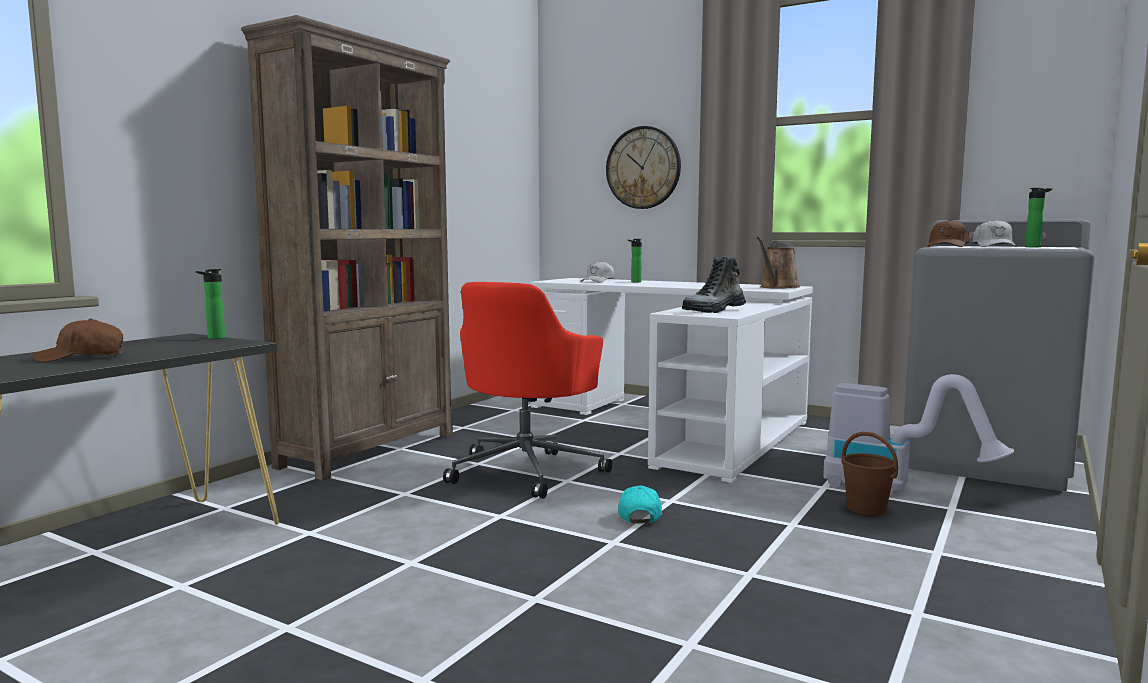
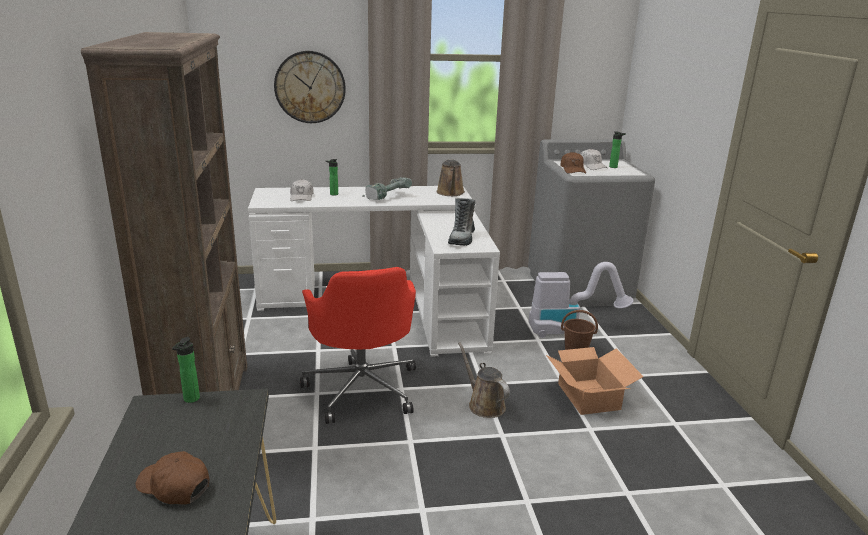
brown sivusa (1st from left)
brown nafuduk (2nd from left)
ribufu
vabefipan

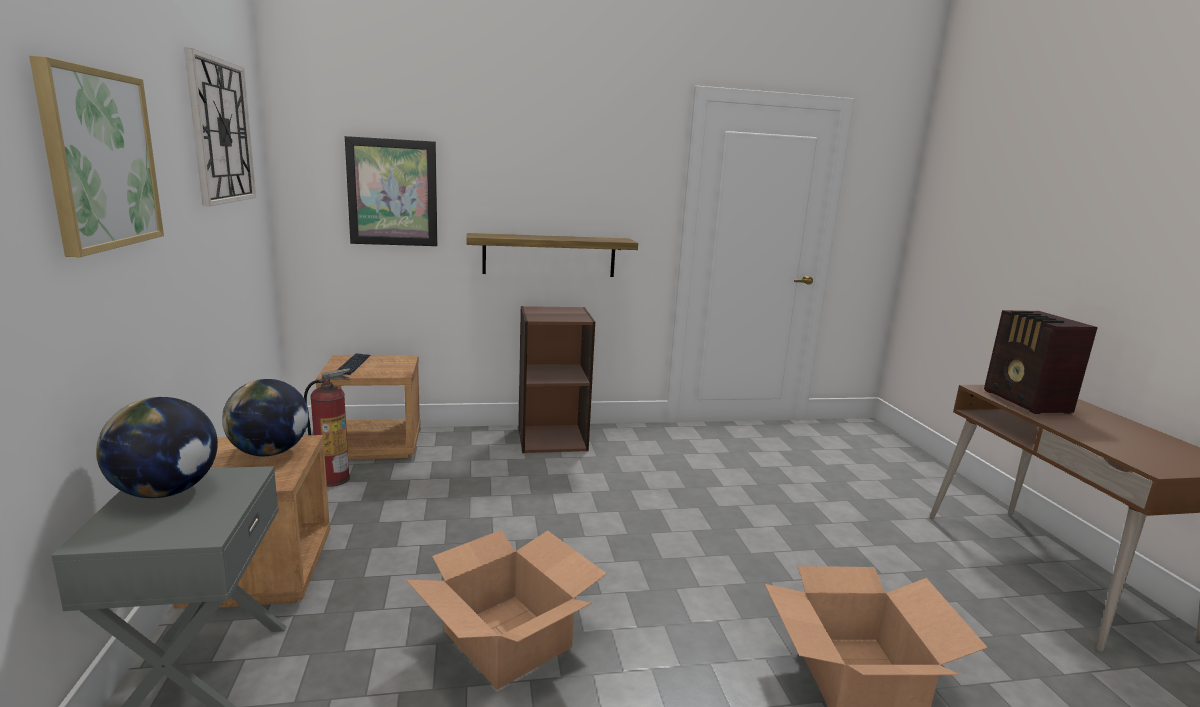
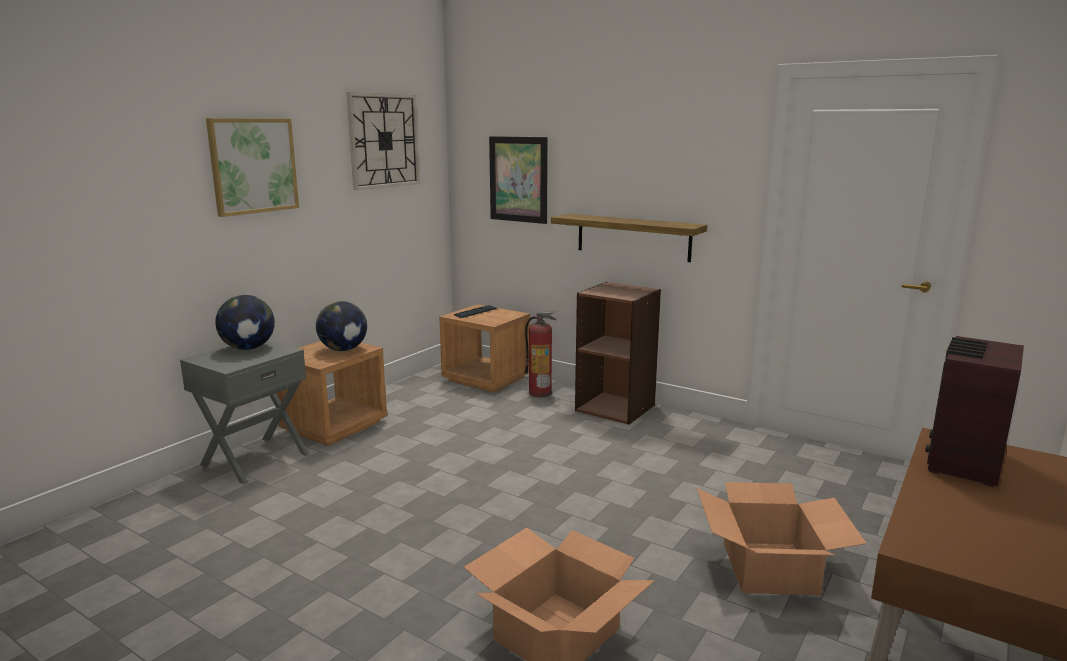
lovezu
vabefipan (2nd from left)

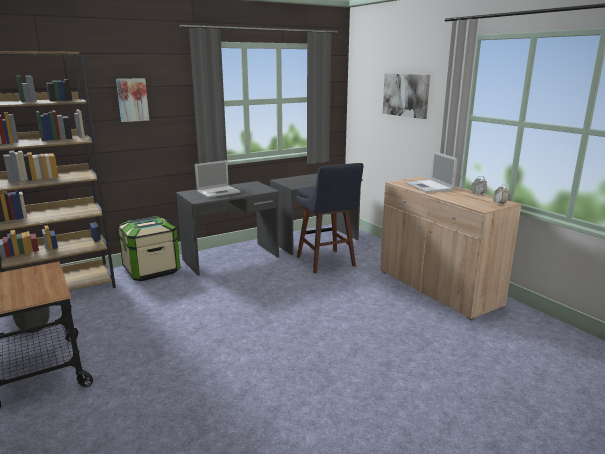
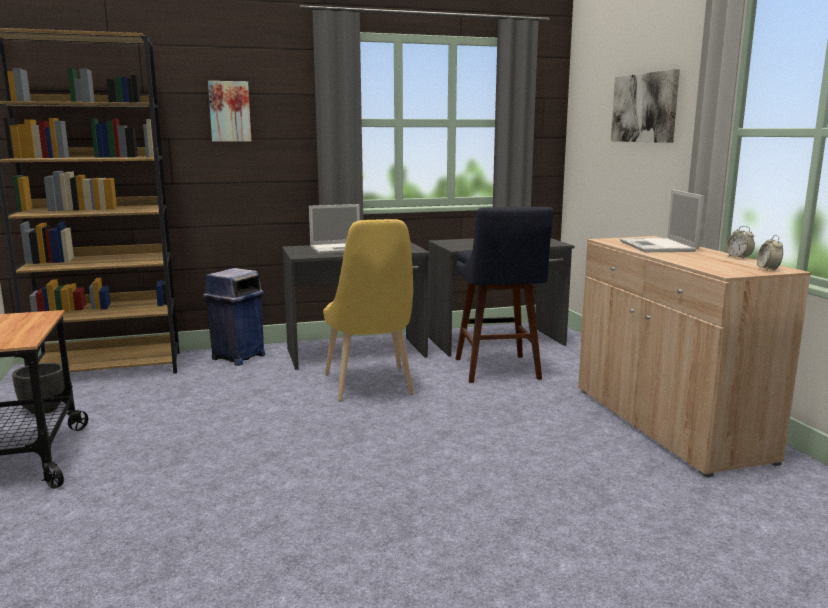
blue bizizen
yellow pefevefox

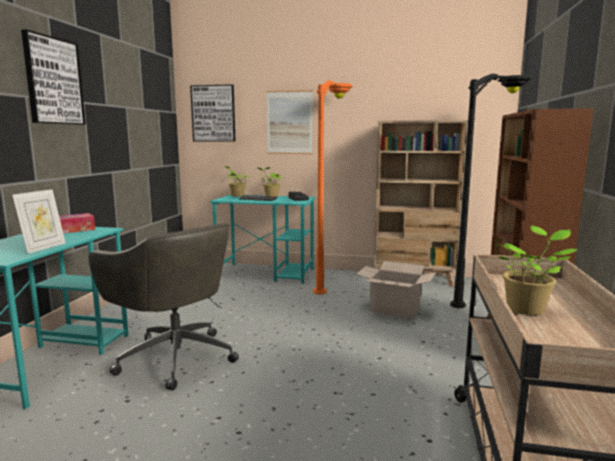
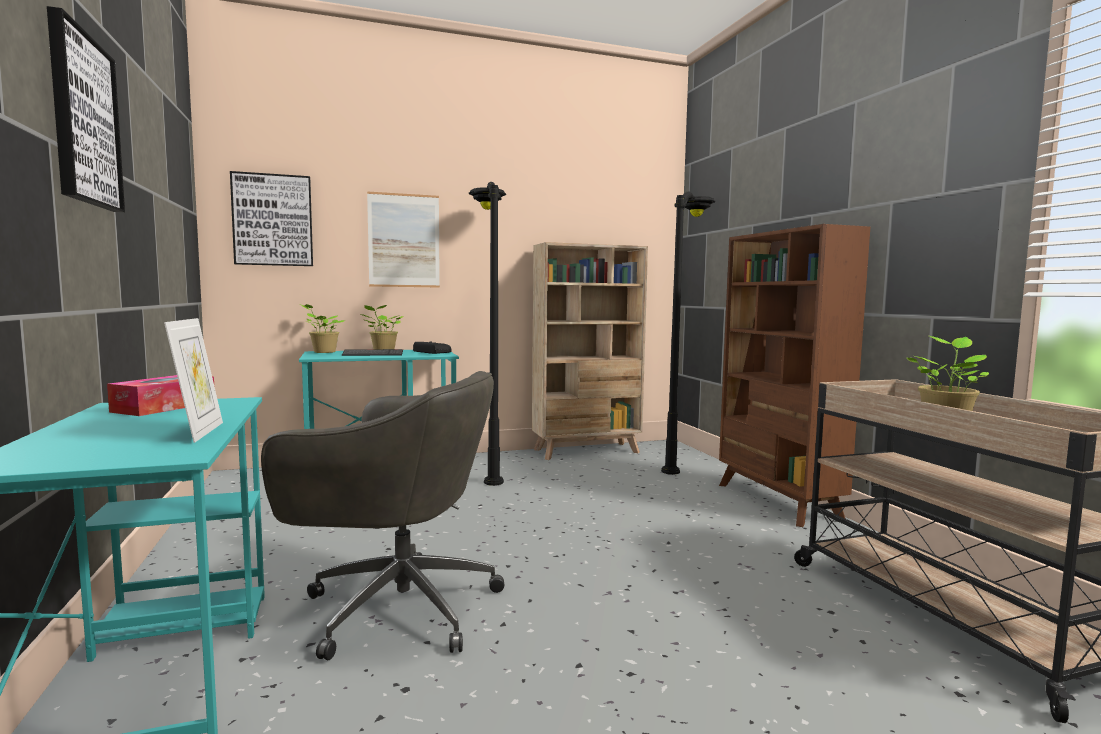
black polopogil (1st from left)
vabefipan

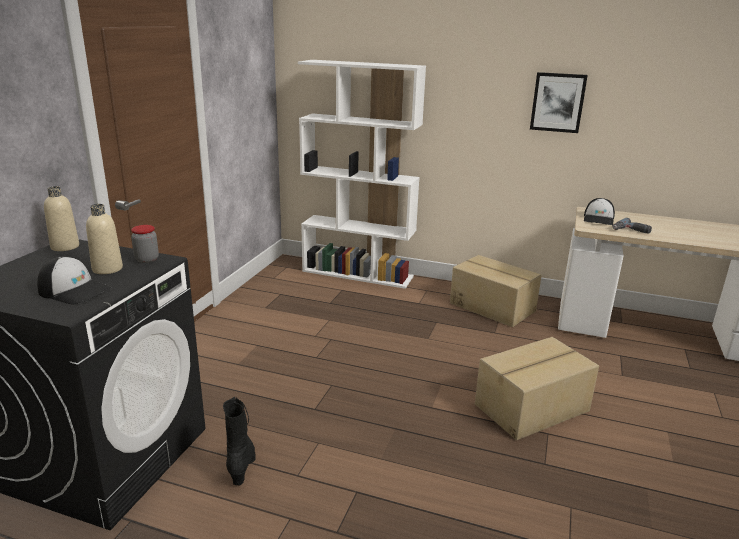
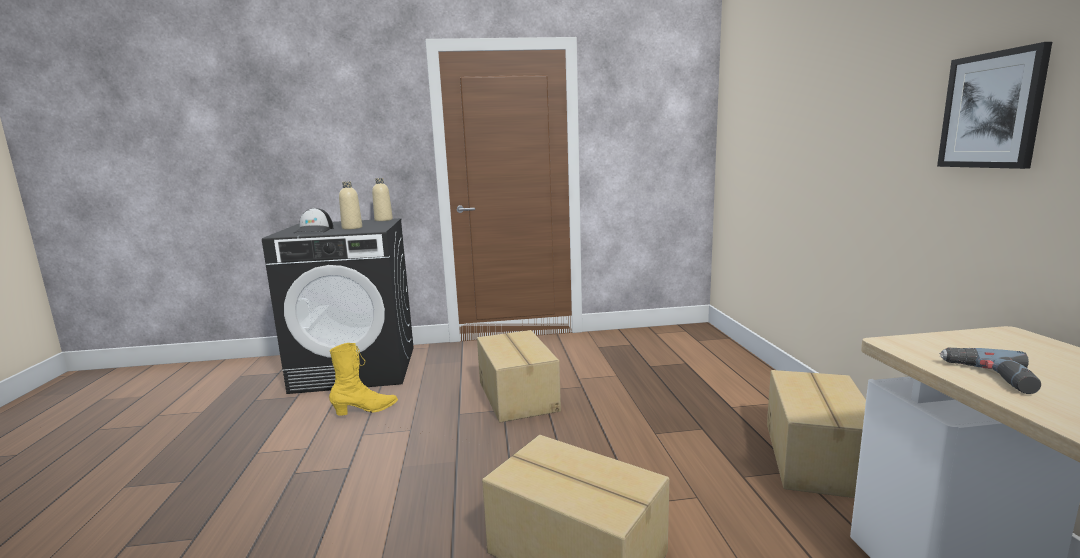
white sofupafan
sivusa (2nd from left in the first image)
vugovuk
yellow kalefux
vabefipan (1st from left)

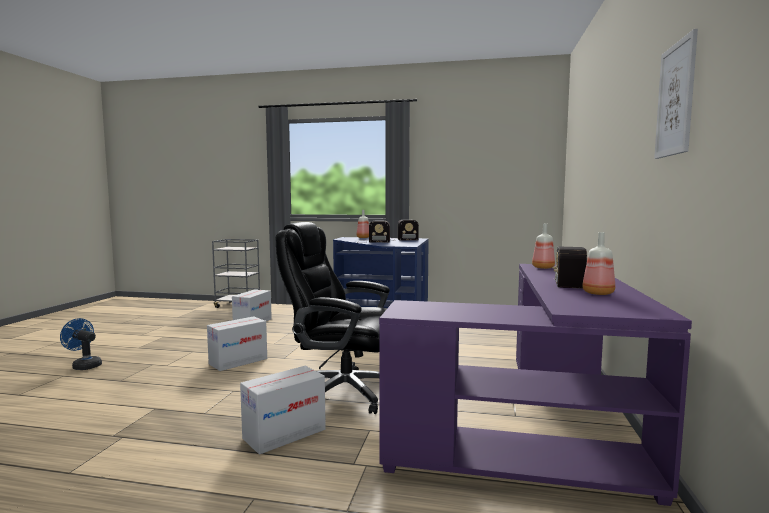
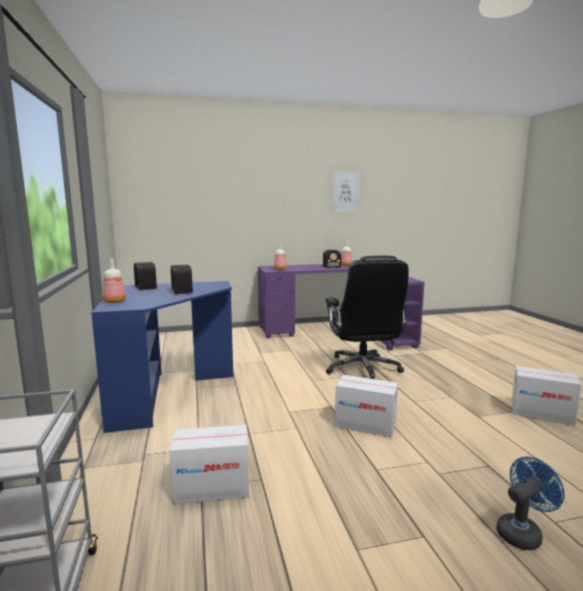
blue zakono
vabefipan (3rd from left)

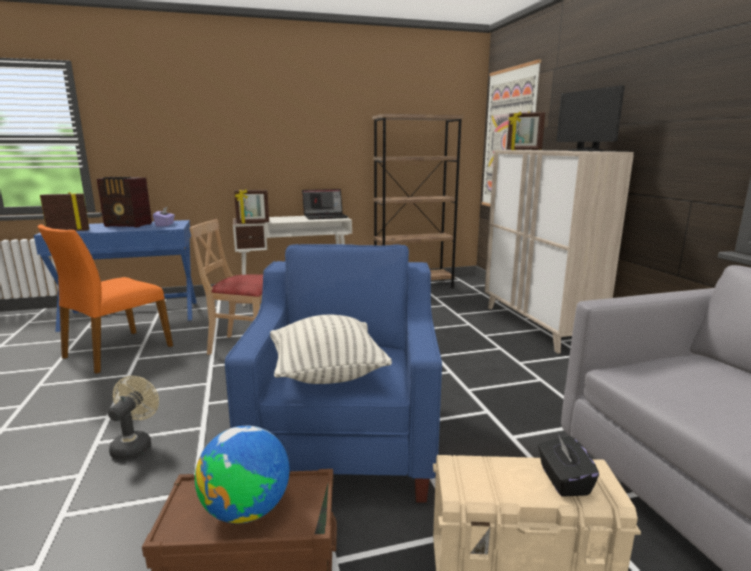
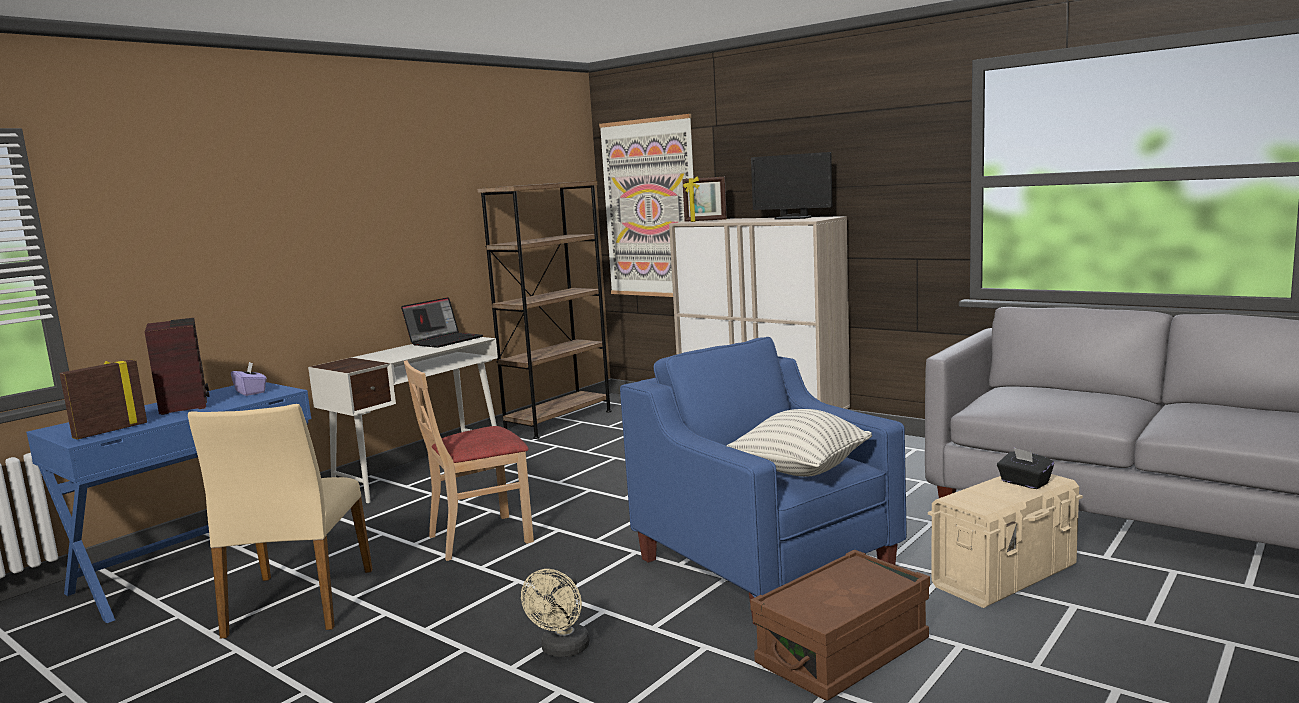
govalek
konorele (2nd from left in the first image)
beige pefevefox (1st from left)
beige zakono
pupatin

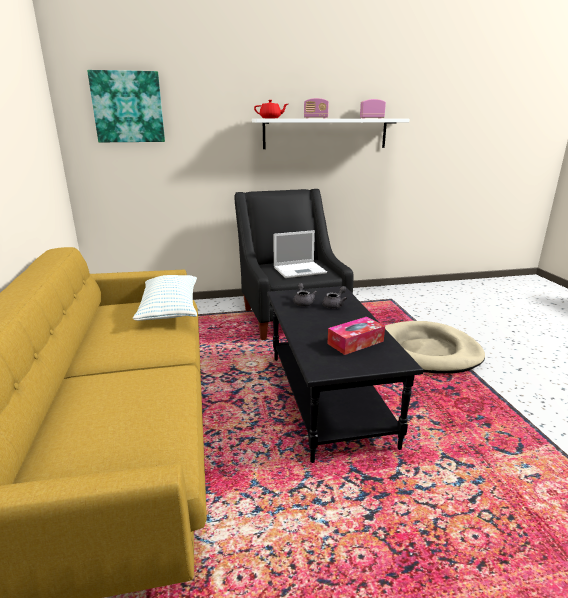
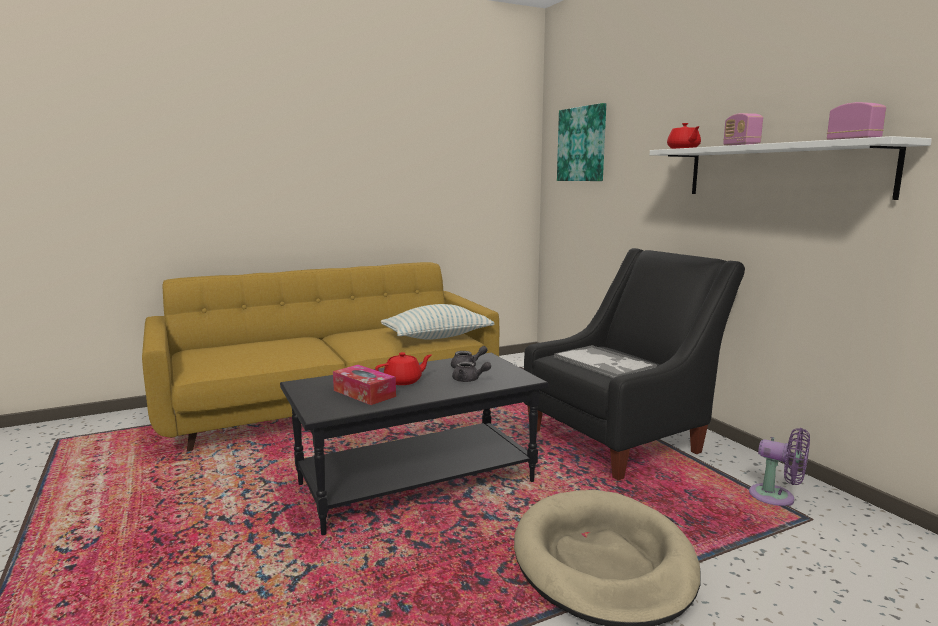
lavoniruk
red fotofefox (1st from left)
purple zakono

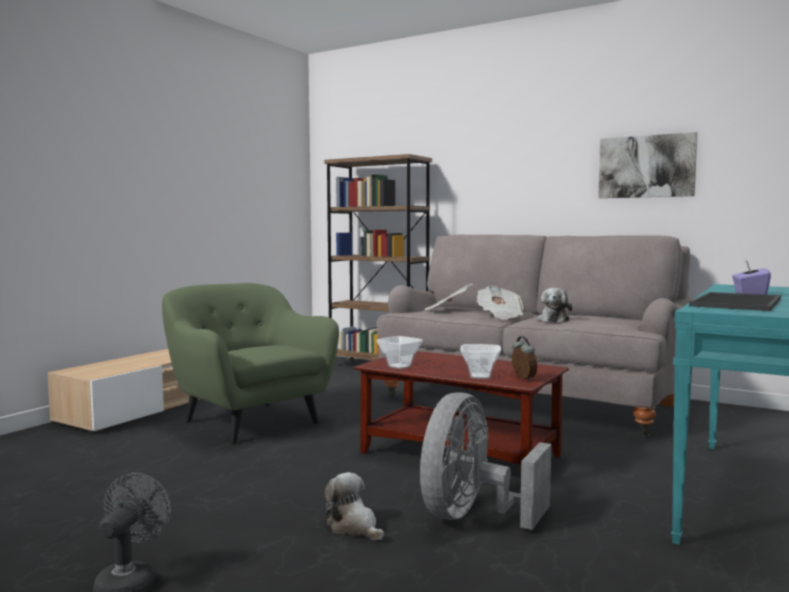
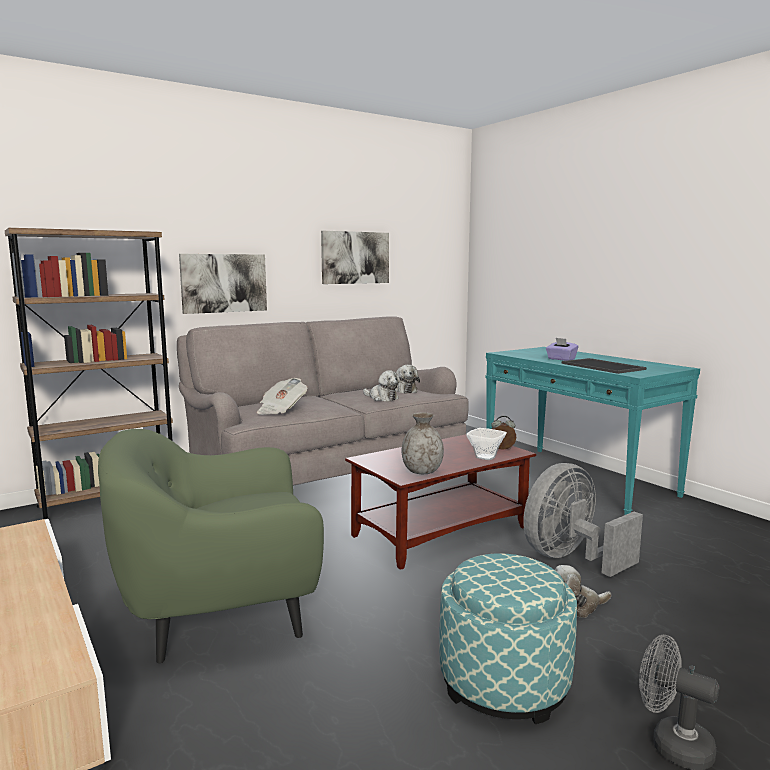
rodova (2nd from left in the first image)
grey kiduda
grey zakono (1st from left)
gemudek (1st from left)
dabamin (2nd from left)
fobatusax

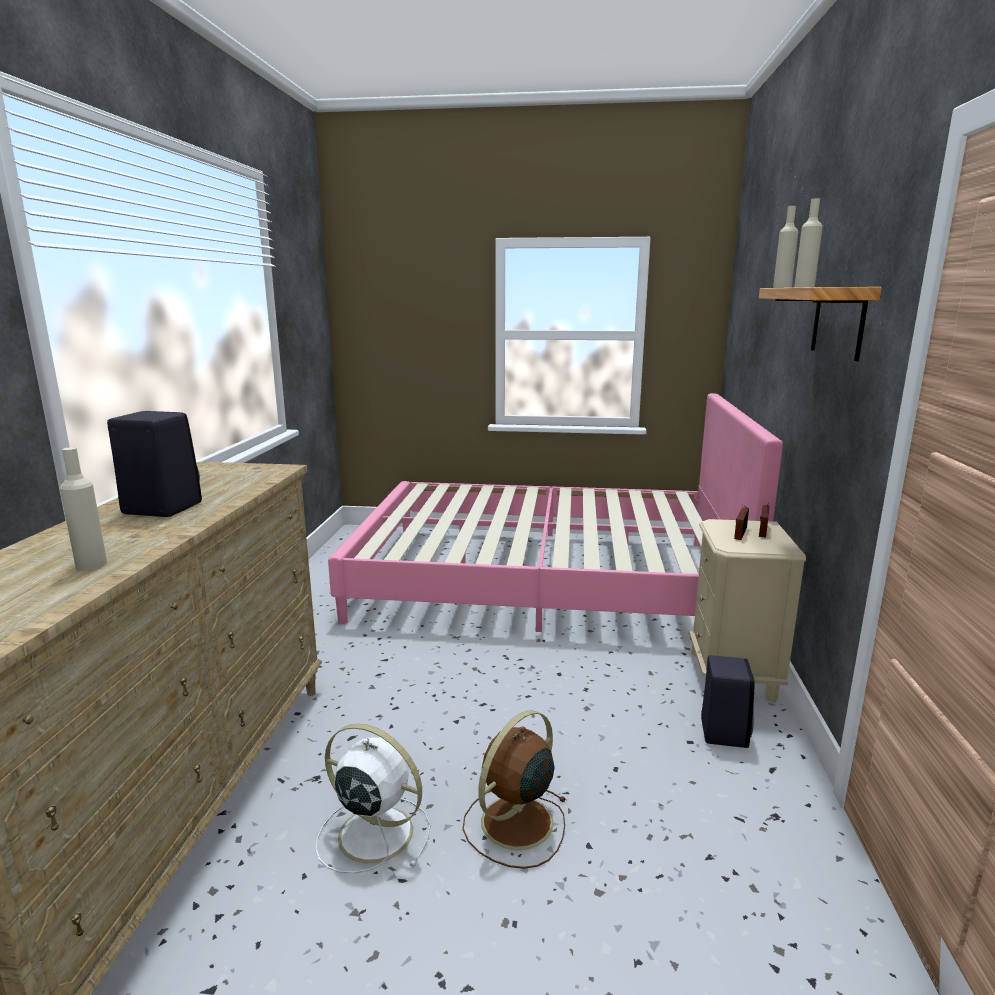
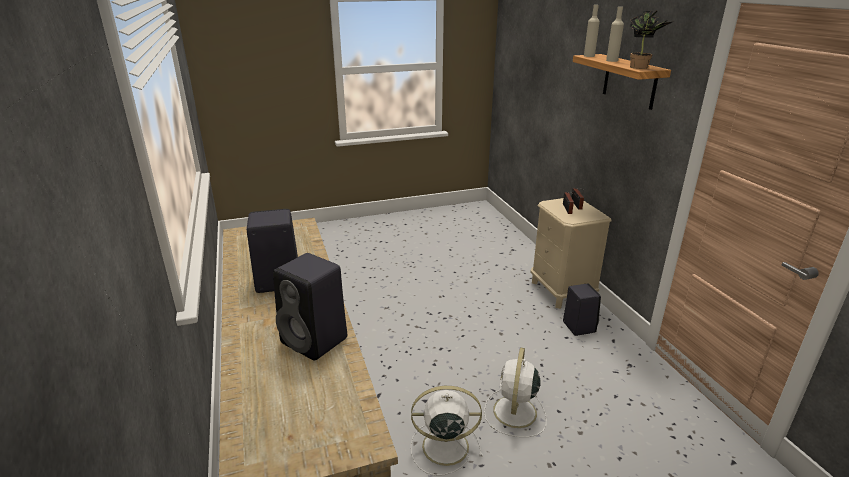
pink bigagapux
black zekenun (2nd from left)
white zakono (2nd from left)
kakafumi

